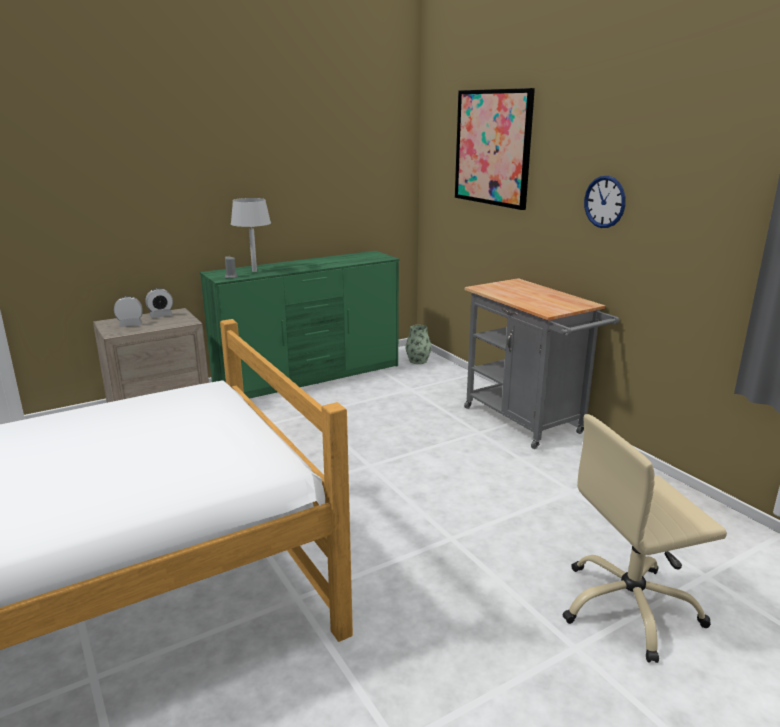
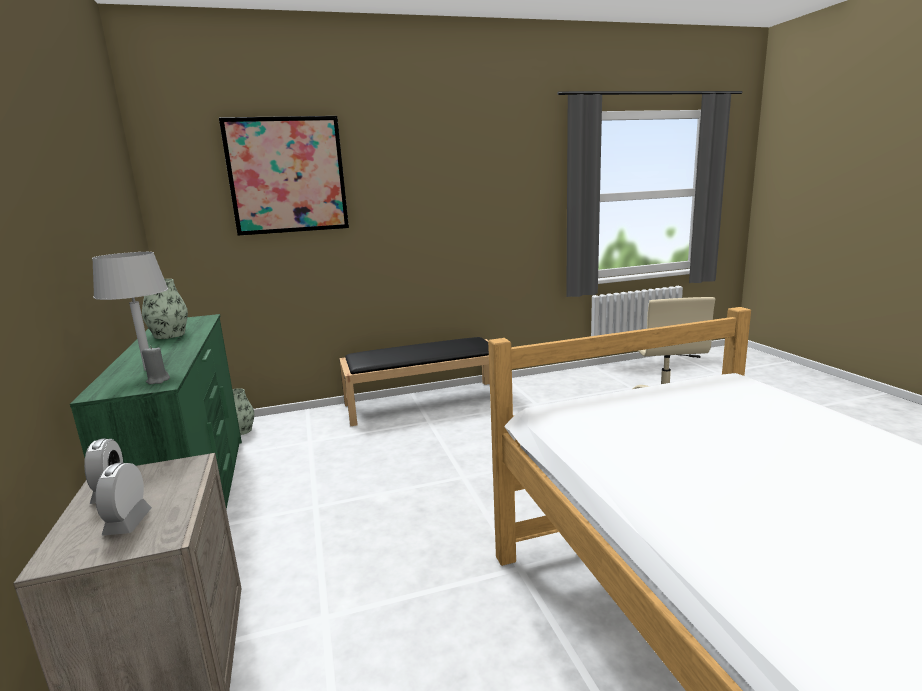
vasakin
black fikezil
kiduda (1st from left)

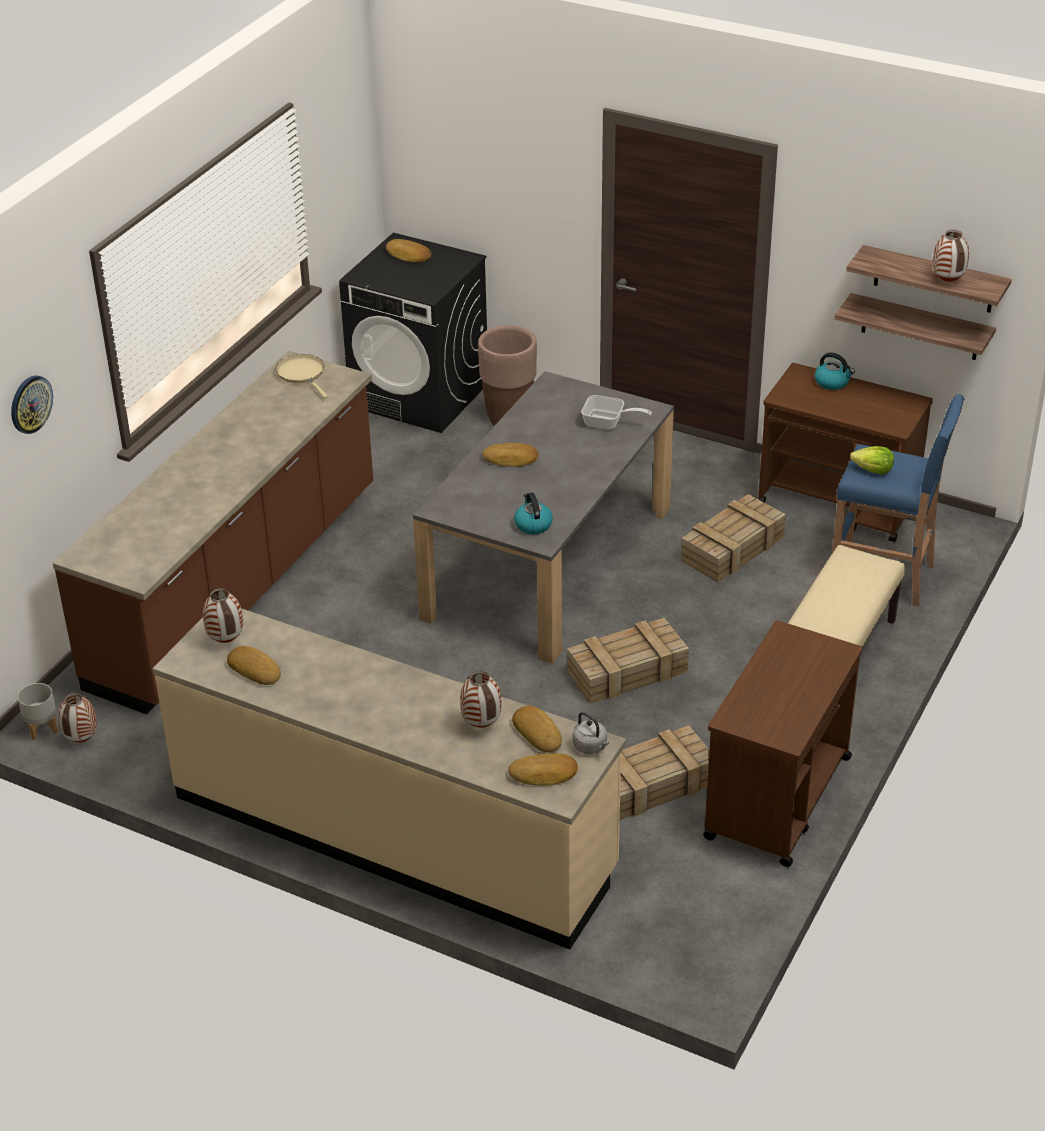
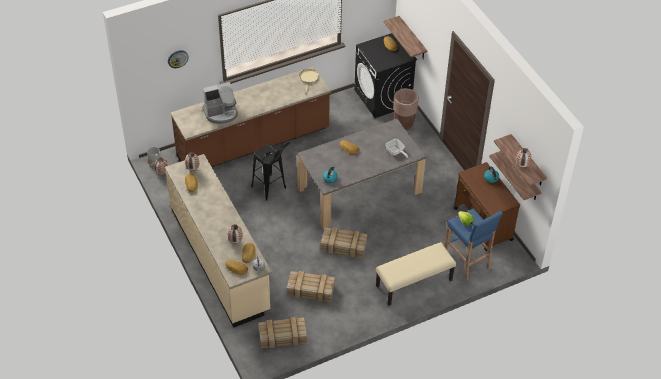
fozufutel (1st from left)
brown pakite (1st from left in the first image)
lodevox (1st from left)
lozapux
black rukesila

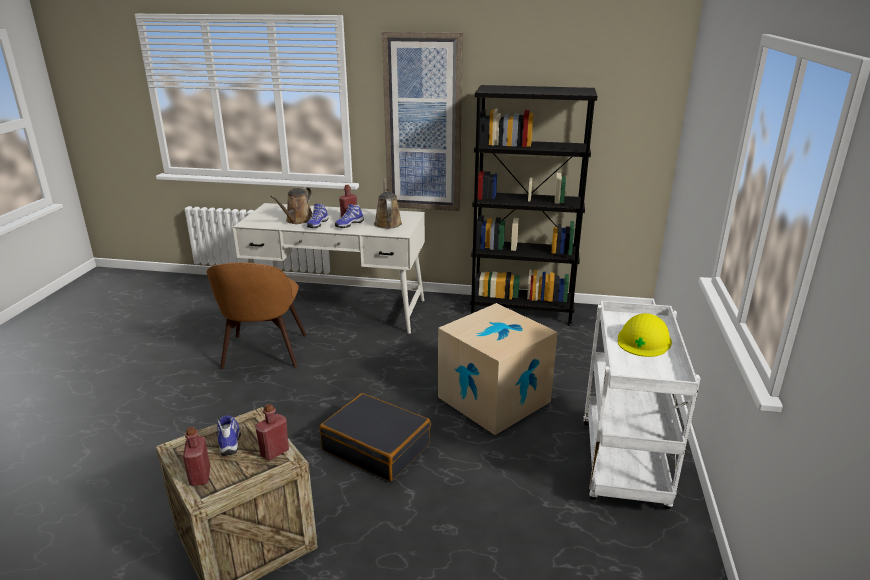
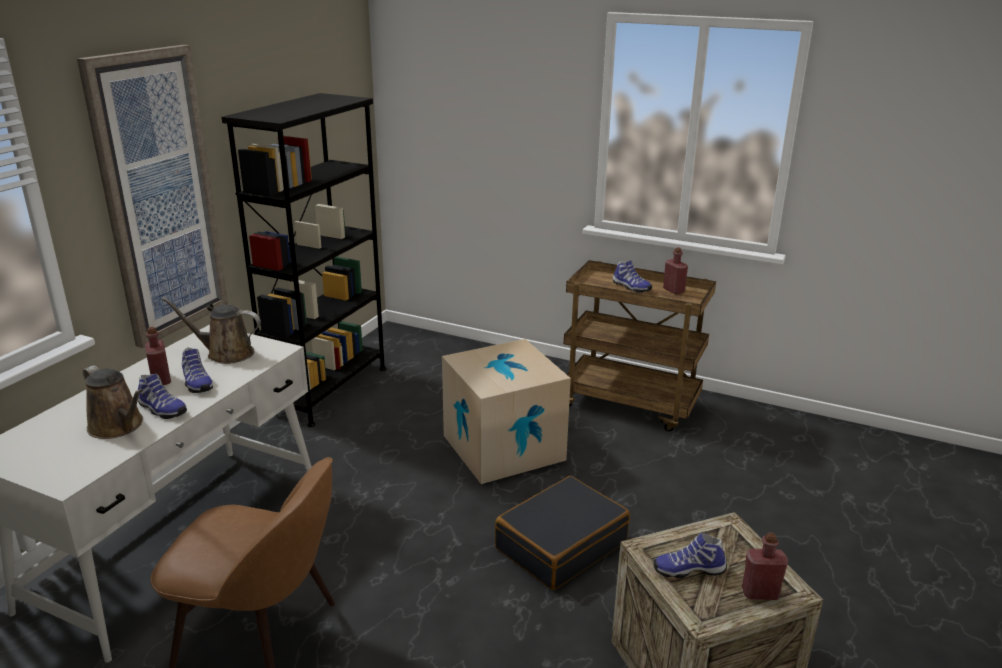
brown pakite
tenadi (3rd from left)
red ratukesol (2nd from left)

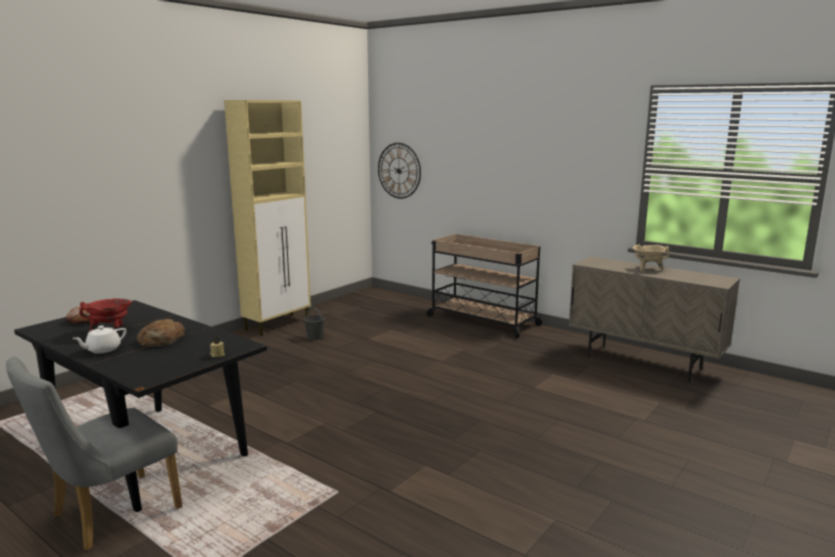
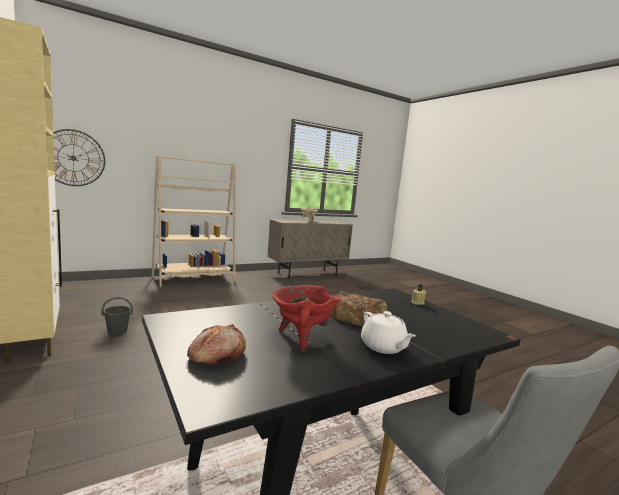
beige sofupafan

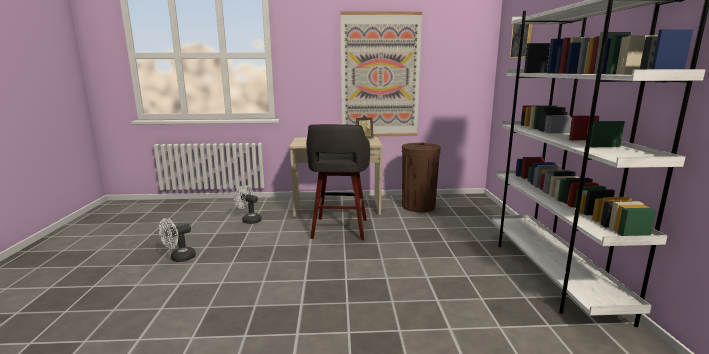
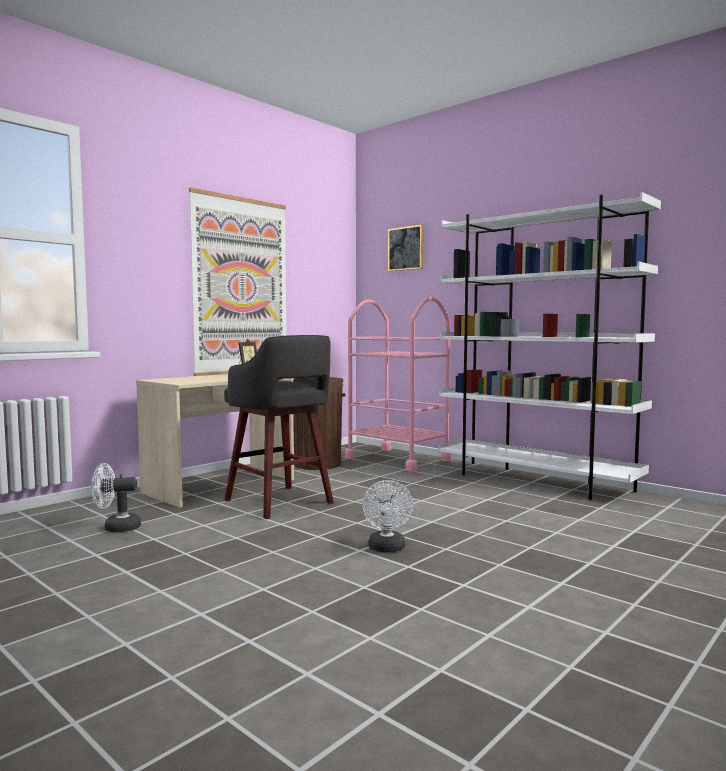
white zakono (2nd from left)
pink pakite

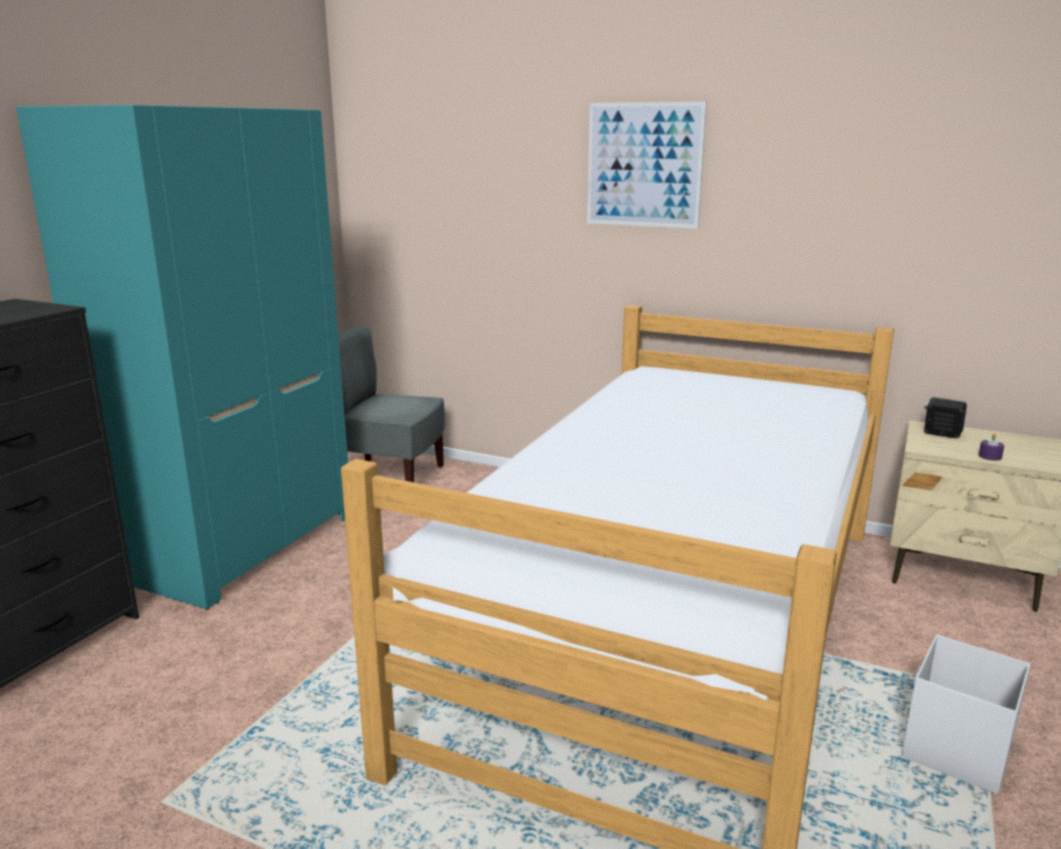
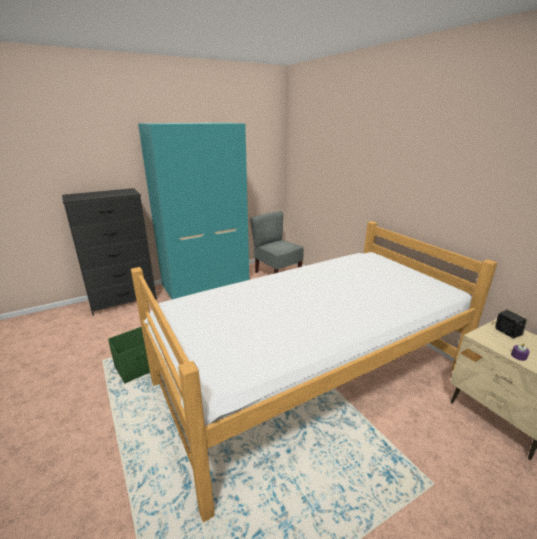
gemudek
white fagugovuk
green fagugovuk

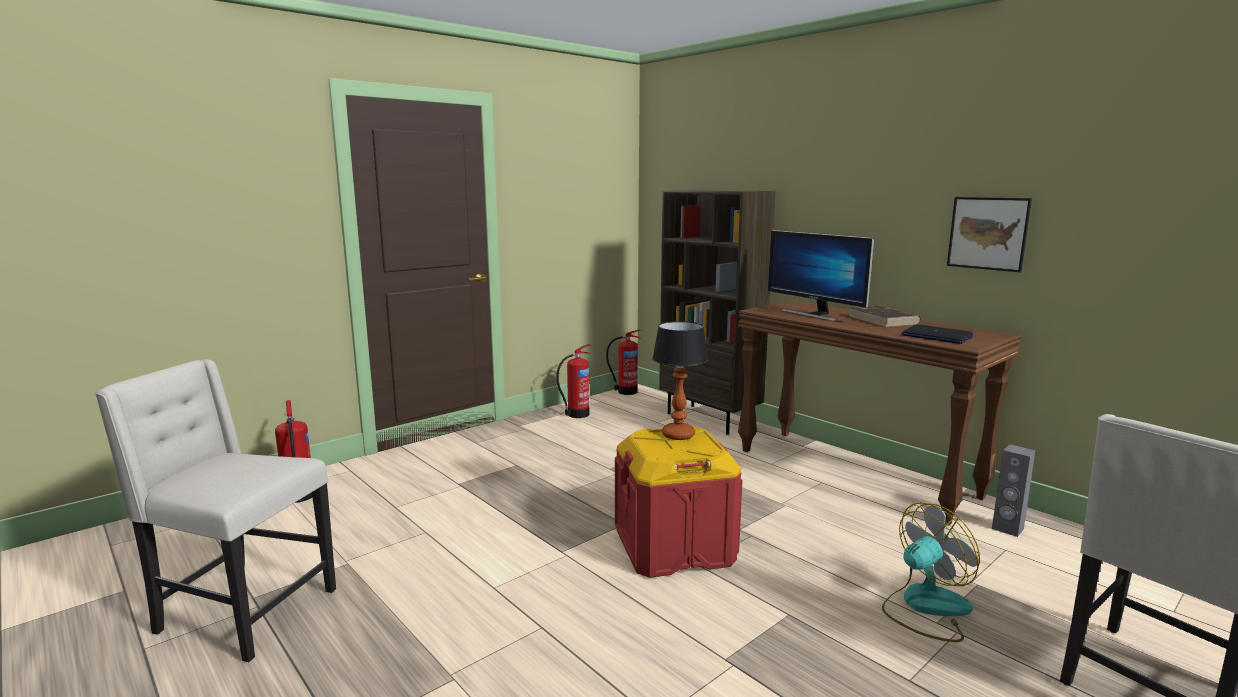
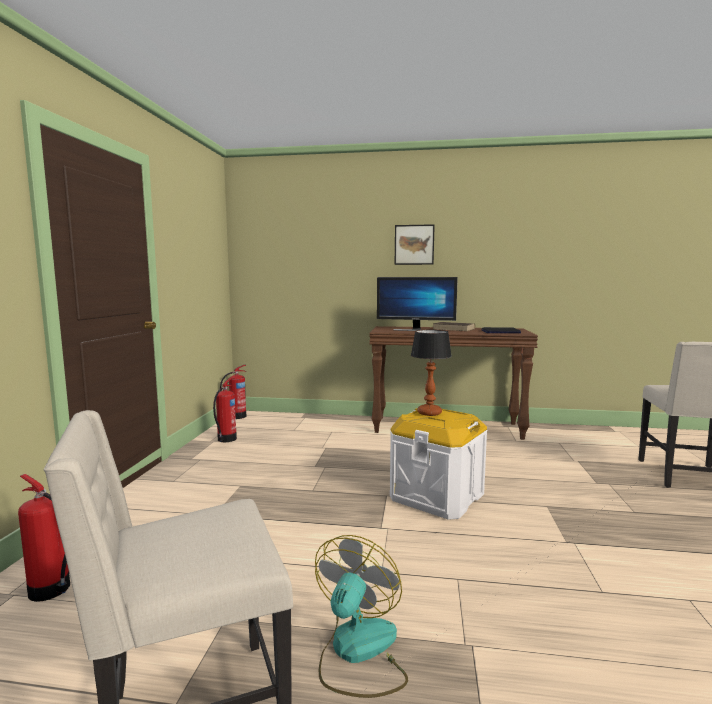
brown sofupafan
gemudek
white fagugovuk
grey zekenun
zakono

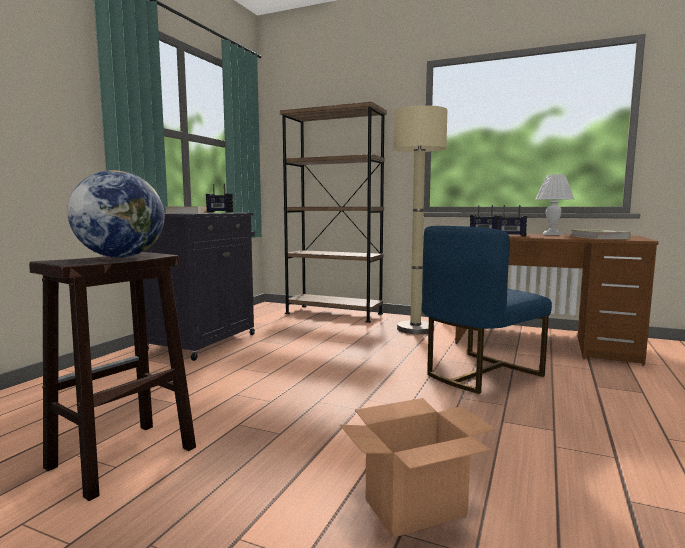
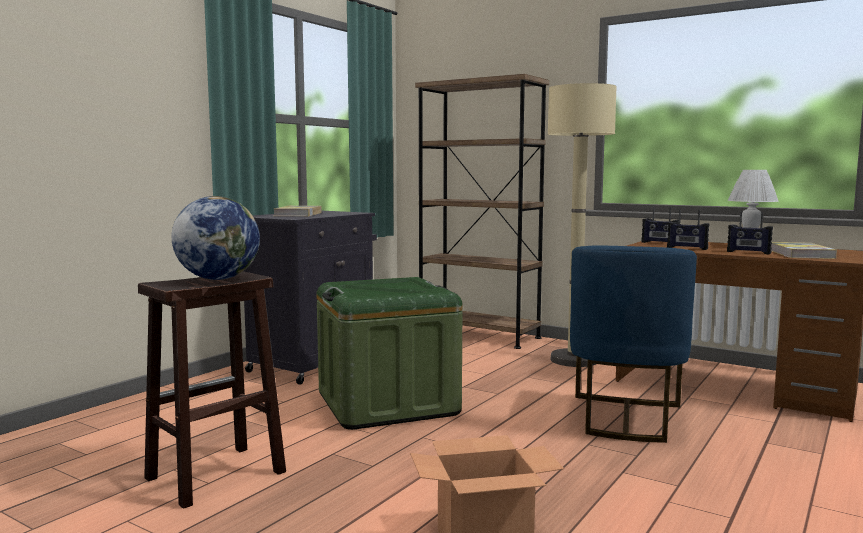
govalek (3rd from left)
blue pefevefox
green fagugovuk

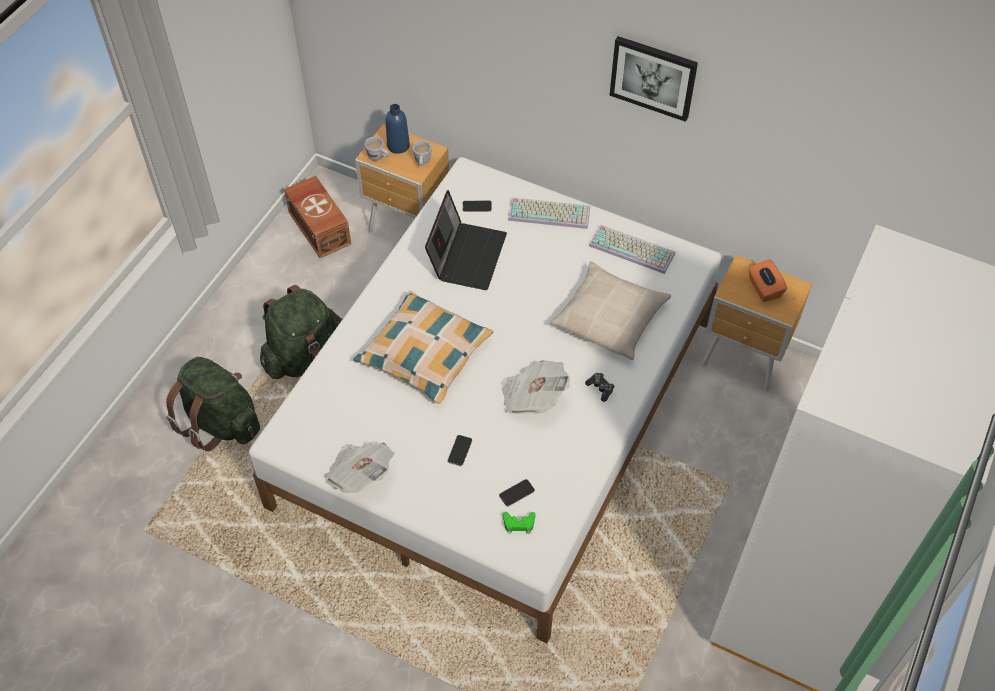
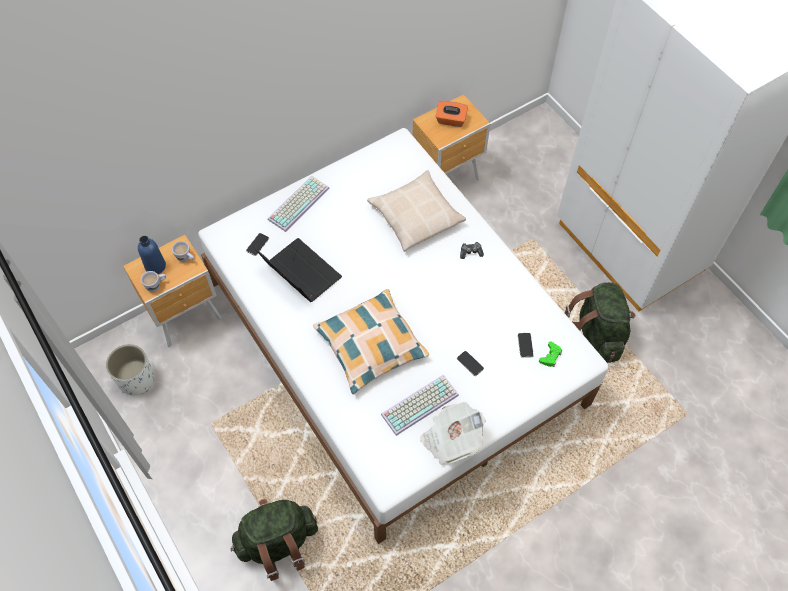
gemudek
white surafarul
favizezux (2nd from left)
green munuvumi (2nd from left)
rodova (2nd from left in the first image)

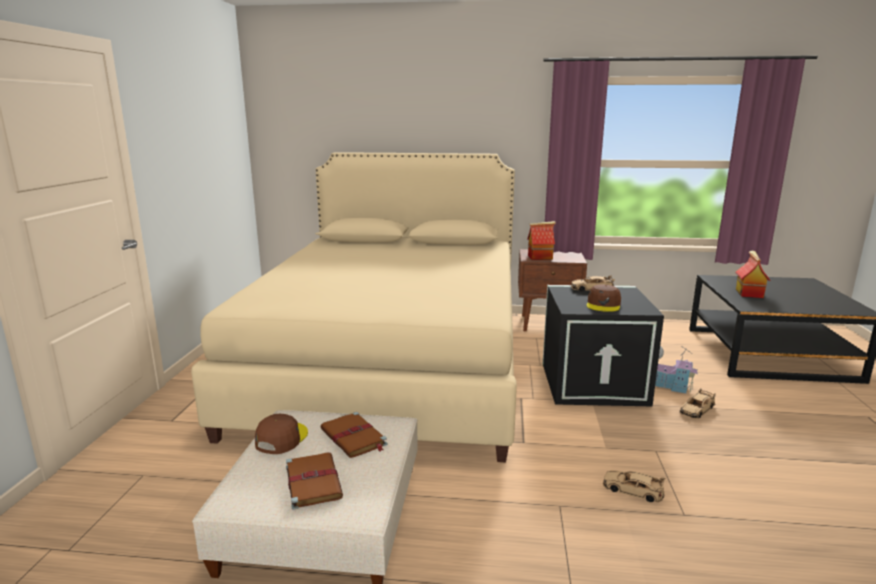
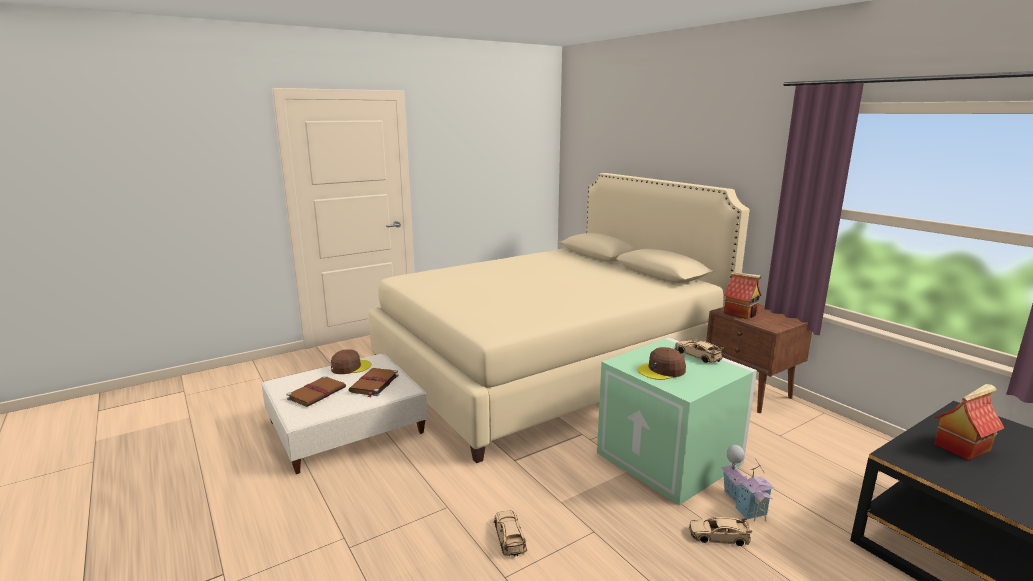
green fagugovuk

